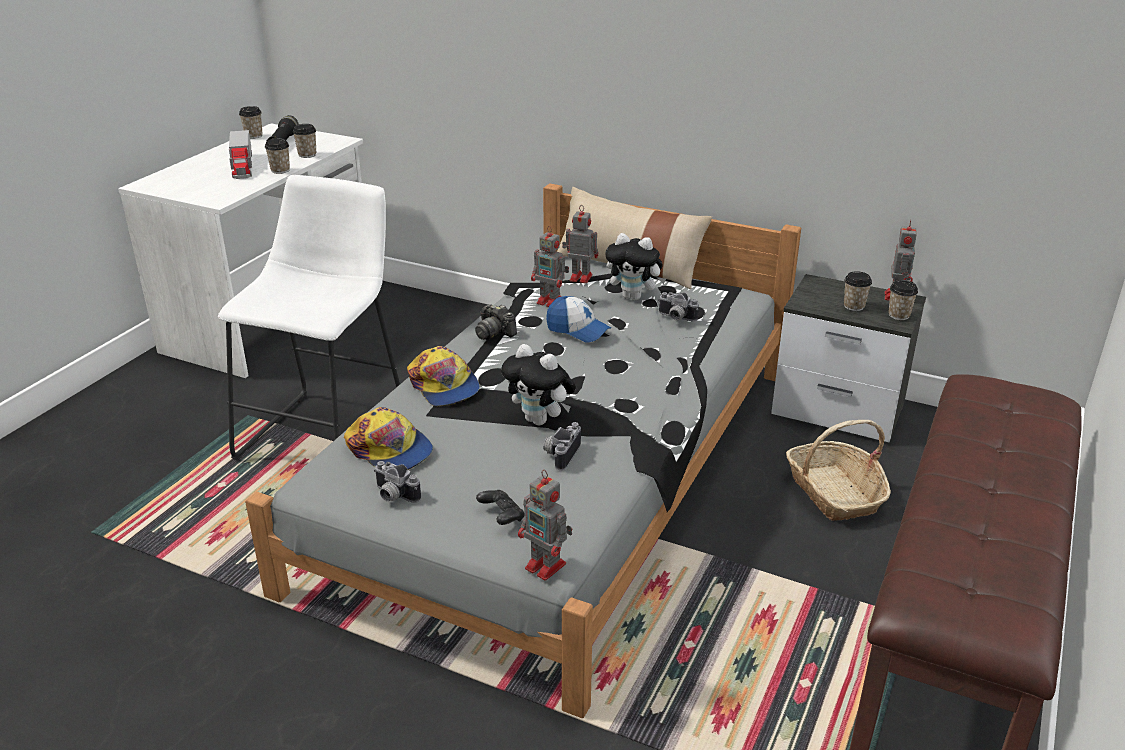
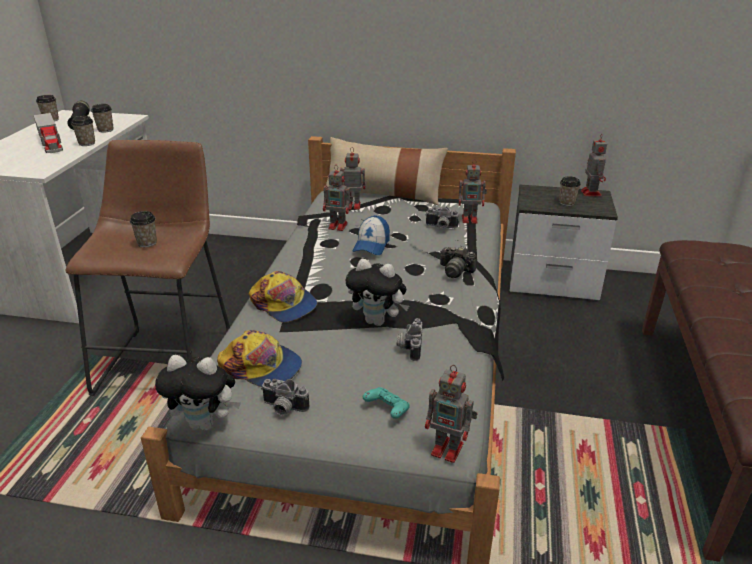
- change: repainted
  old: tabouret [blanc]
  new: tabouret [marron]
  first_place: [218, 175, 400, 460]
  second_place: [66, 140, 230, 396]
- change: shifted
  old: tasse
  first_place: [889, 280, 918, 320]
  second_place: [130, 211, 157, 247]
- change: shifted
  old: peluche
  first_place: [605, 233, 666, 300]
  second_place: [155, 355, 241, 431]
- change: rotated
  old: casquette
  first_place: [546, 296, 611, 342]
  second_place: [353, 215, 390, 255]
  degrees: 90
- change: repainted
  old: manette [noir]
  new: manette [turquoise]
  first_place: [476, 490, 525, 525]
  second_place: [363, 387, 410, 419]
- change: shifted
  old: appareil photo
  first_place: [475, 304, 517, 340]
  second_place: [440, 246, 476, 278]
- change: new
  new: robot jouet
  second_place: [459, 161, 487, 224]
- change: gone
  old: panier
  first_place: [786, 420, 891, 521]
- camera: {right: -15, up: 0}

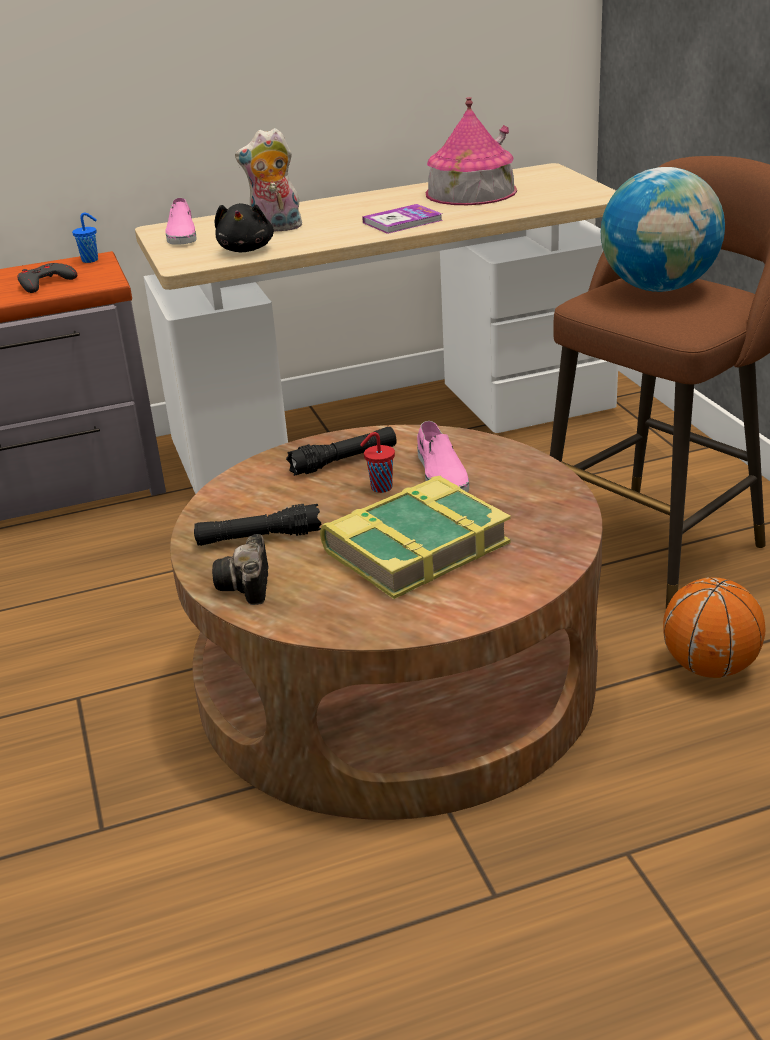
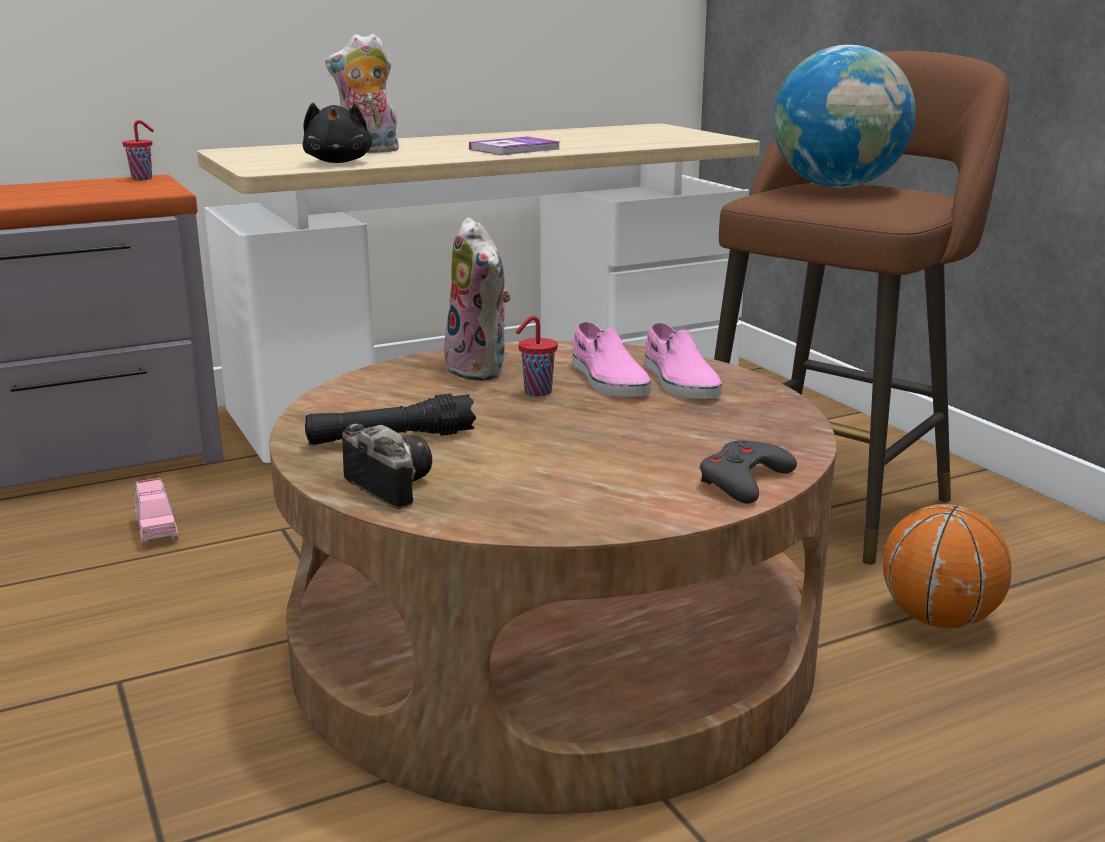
- change: repainted
  old: tasse [bleu]
  new: tasse [rouge]
  first_place: [72, 213, 98, 263]
  second_place: [122, 120, 154, 180]
- change: new
  new: petite voiture [rose]
  second_place: [134, 478, 179, 546]
- change: rotated
  old: appareil photo
  first_place: [212, 534, 269, 605]
  second_place: [342, 424, 432, 509]
  degrees: 150
- change: swapped
  old: lampe de poche [noir]
  new: peluche
  first_place: [286, 427, 397, 476]
  second_place: [444, 217, 511, 381]
- change: shifted
  old: chaussure [rose]
  first_place: [165, 198, 197, 244]
  second_place: [645, 323, 722, 399]
- change: shifted
  old: manette [gris]
  first_place: [17, 263, 77, 293]
  second_place: [700, 440, 797, 504]
- change: gone
  old: livre
  first_place: [320, 476, 511, 599]
- change: gone
  old: maison miniature
  first_place: [426, 97, 517, 205]
- camera: {right: -10, up: -10}

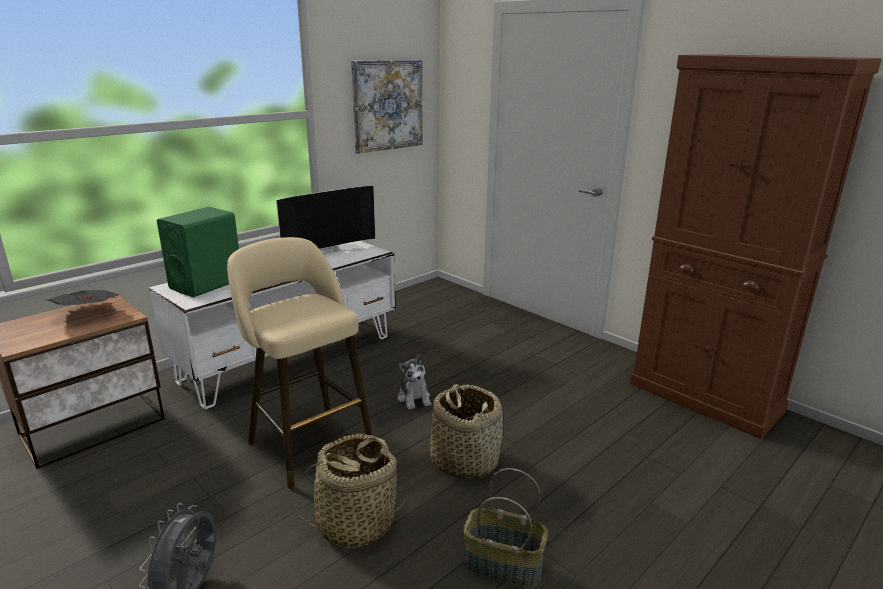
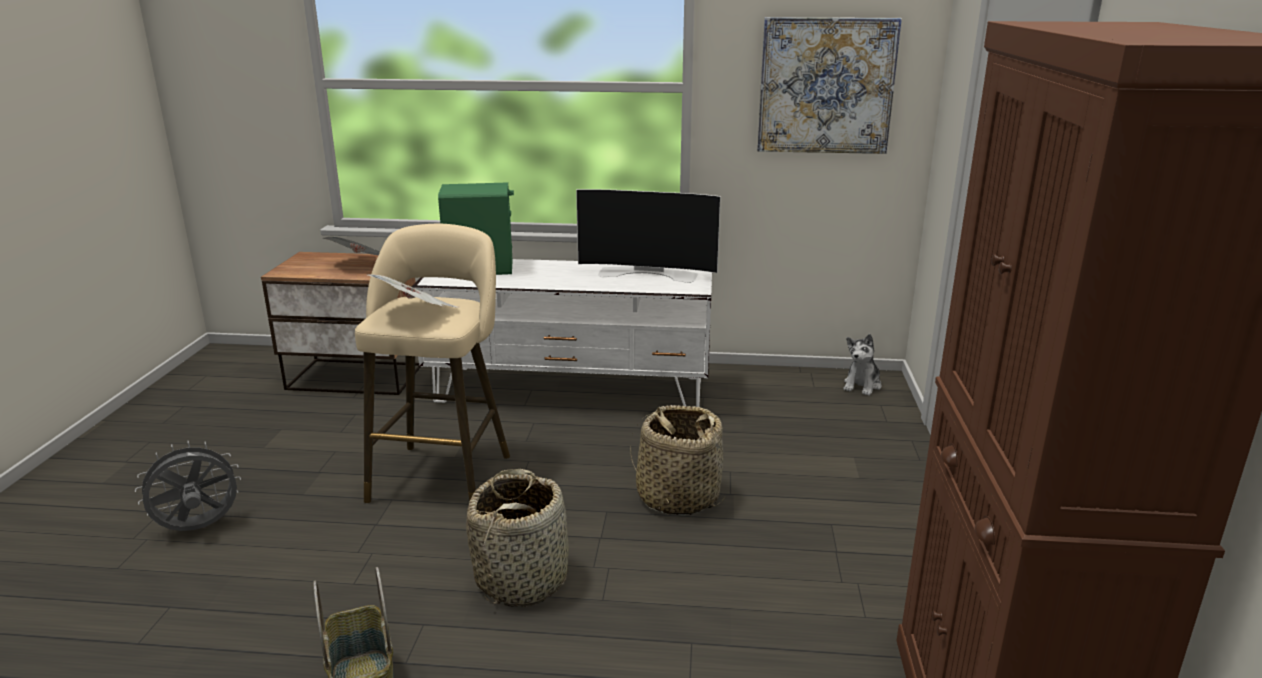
- change: new
  new: journal
  second_place: [368, 274, 457, 307]
- change: shifted
  old: panier
  first_place: [294, 434, 405, 548]
  second_place: [630, 405, 725, 516]
- change: shifted
  old: peluche
  first_place: [398, 354, 431, 410]
  second_place: [844, 334, 882, 396]
- camera: {right: 50, up: 0}

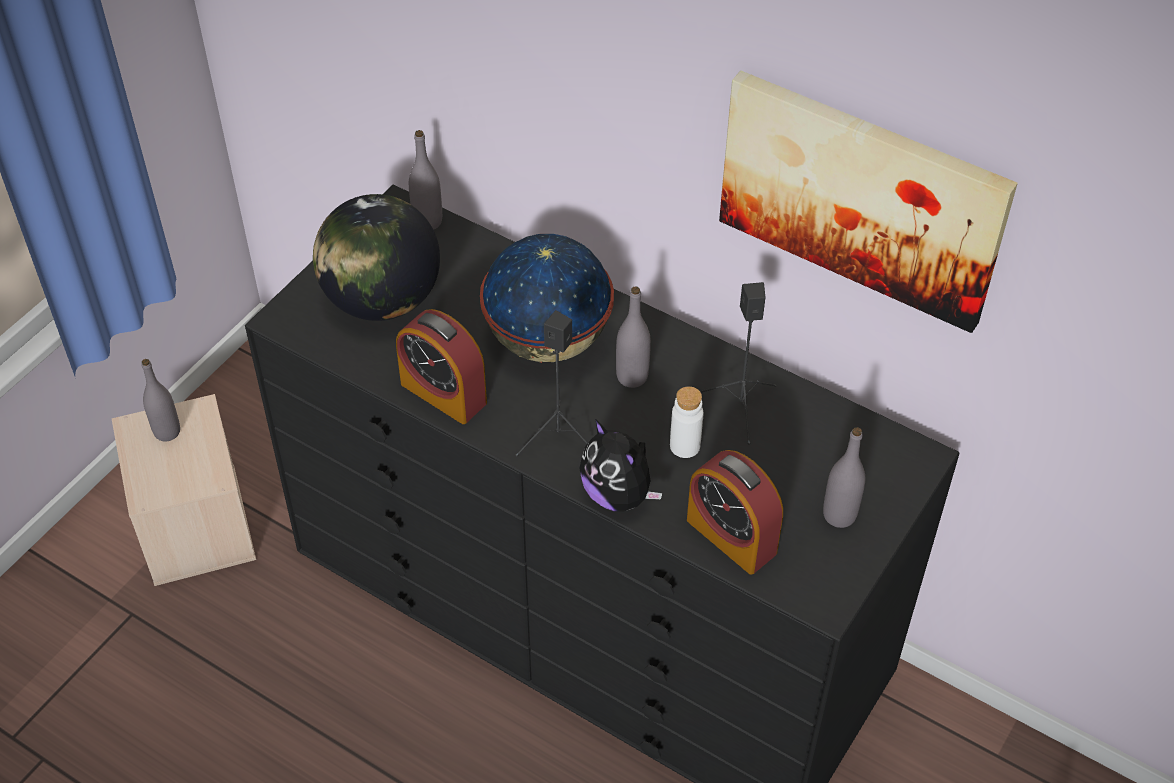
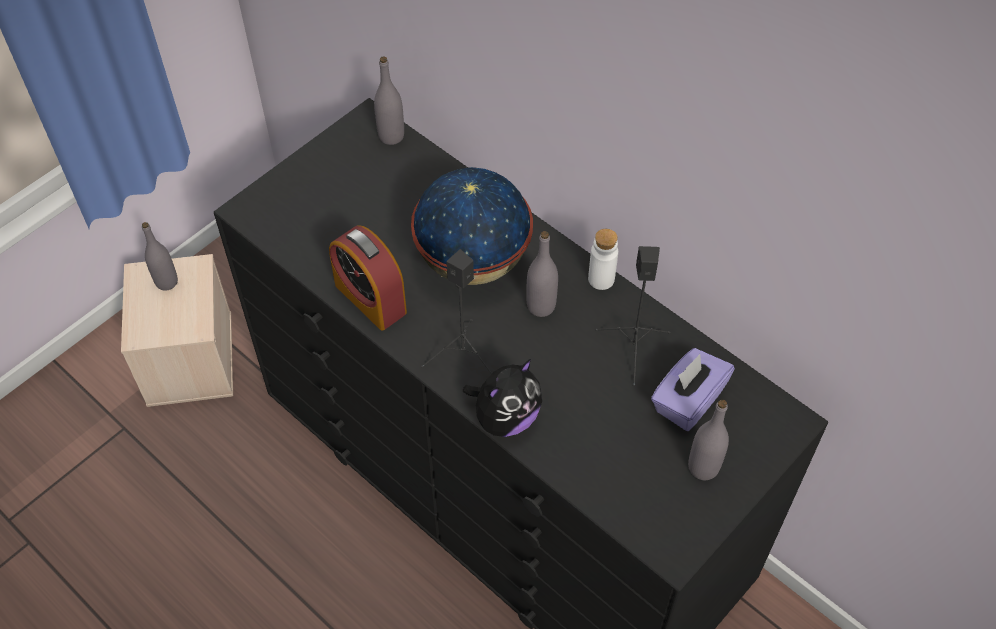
- change: rotated
  old: peluche
  first_place: [579, 419, 662, 512]
  second_place: [463, 359, 542, 437]
  degrees: -105
- change: shifted
  old: bouteille [blanc]
  first_place: [670, 386, 703, 458]
  second_place: [588, 229, 618, 290]
- change: new
  new: boîte à mouchoirs [violet]
  second_place: [651, 348, 735, 431]
- change: gone
  old: globe
  first_place: [313, 194, 440, 321]
- change: gone
  old: réveil
  first_place: [687, 450, 783, 575]
- change: gone
  old: tableau
  first_place: [719, 71, 1018, 333]
- camera: {right: 10, up: 5}

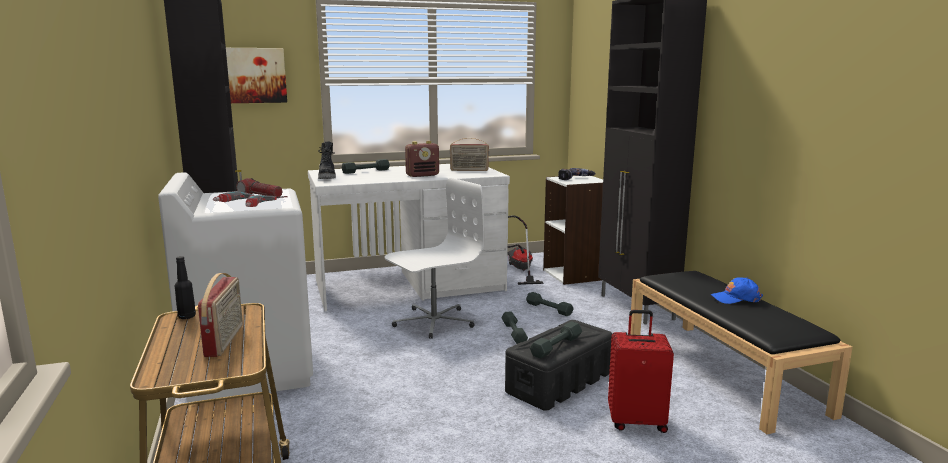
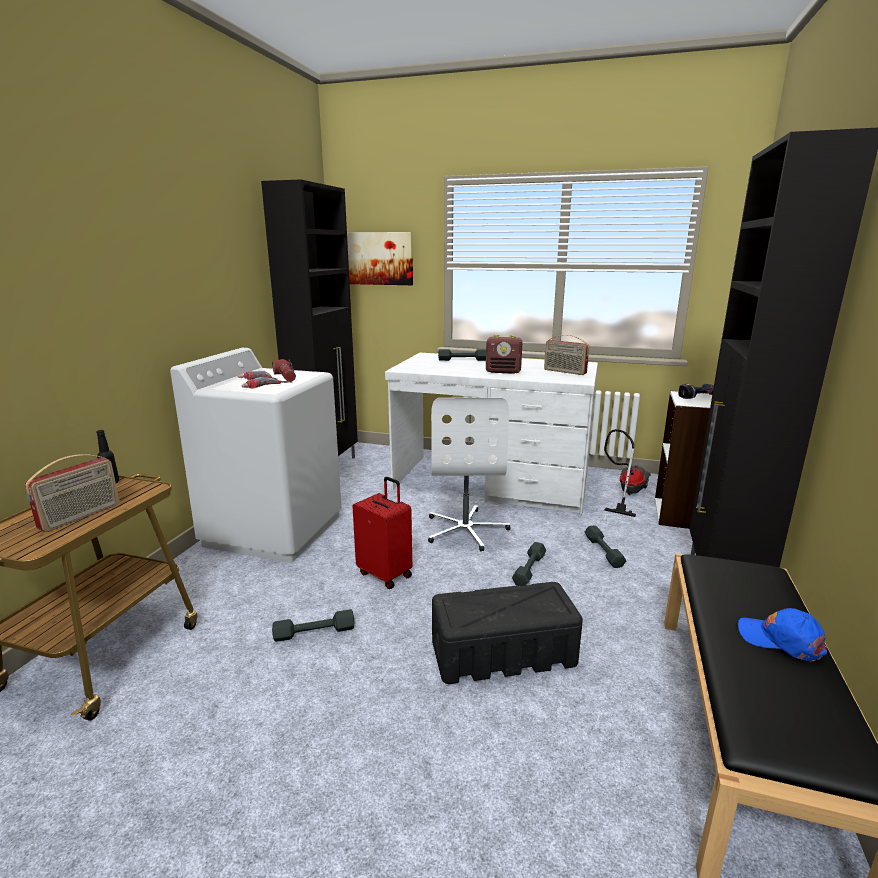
- change: shifted
  old: haltère [gris]
  first_place: [530, 321, 582, 358]
  second_place: [272, 609, 354, 642]
- change: shifted
  old: valise [rouge]
  first_place: [608, 310, 674, 433]
  second_place: [353, 477, 412, 589]
- change: rotated
  old: chaise de bureau [blanc]
  first_place: [385, 178, 485, 339]
  second_place: [428, 398, 511, 551]
  degrees: 90
- change: gone
  old: botte [noir]
  first_place: [318, 141, 336, 179]
- camera: {right: 35, up: 5}

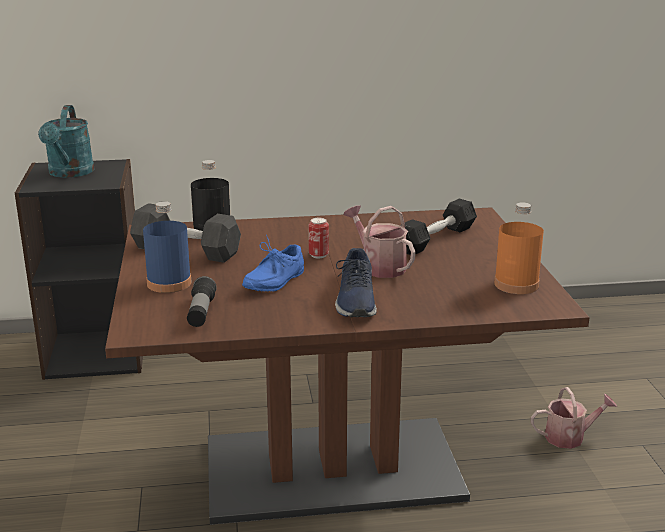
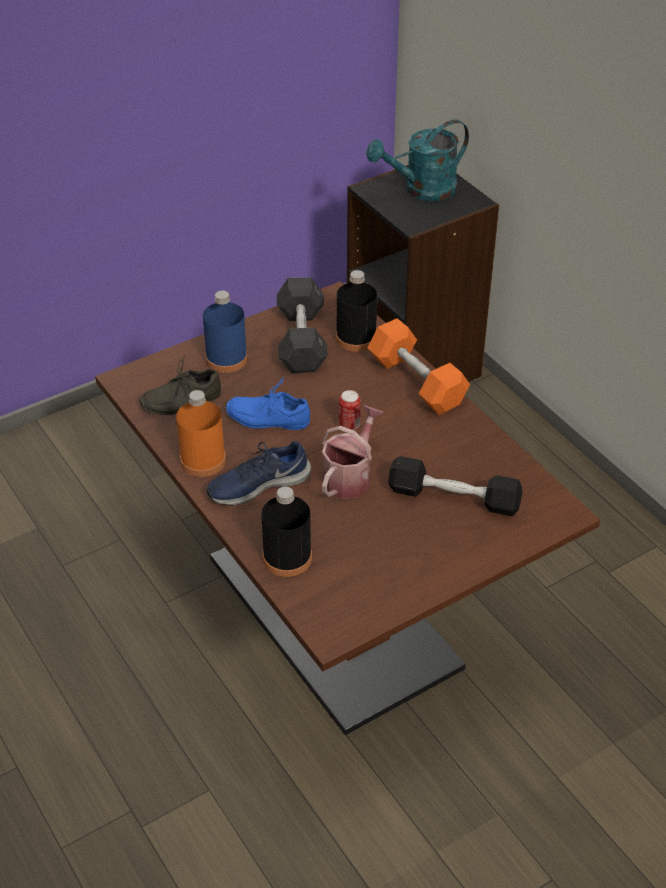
- change: swapped
  old: lampe de poche
  new: chaussure [gris]
  first_place: [187, 276, 217, 327]
  second_place: [139, 355, 221, 415]
- change: shifted
  old: bouteille [orange]
  first_place: [494, 203, 544, 294]
  second_place: [176, 390, 226, 477]
- change: new
  new: bouteille [noir]
  second_place: [261, 487, 312, 577]
- change: new
  new: haltère [orange]
  second_place: [367, 318, 470, 415]
- change: gone
  old: arrosoir
  first_place: [531, 387, 617, 449]
- camera: {right: 65, up: 20}

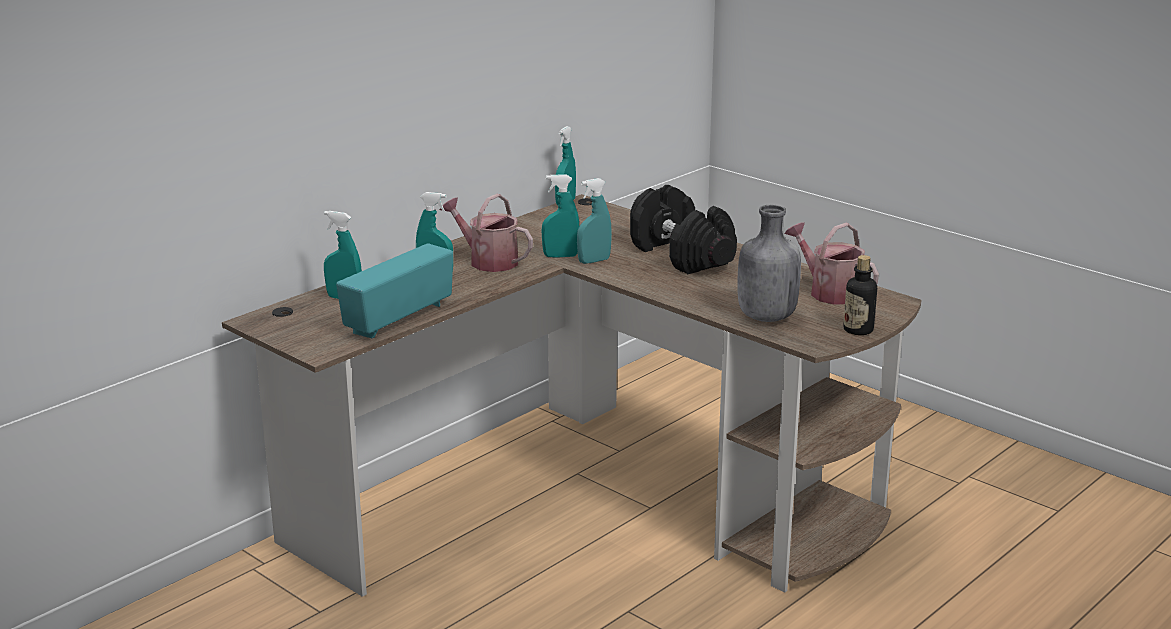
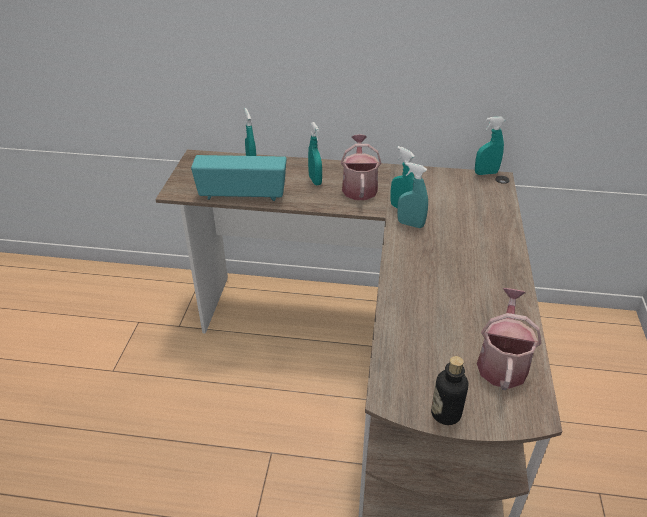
- change: gone
  old: haltère [noir]
  first_place: [630, 185, 737, 274]
- change: gone
  old: bouteille [gris]
  first_place: [738, 205, 801, 322]
- camera: {right: 55, up: 15}

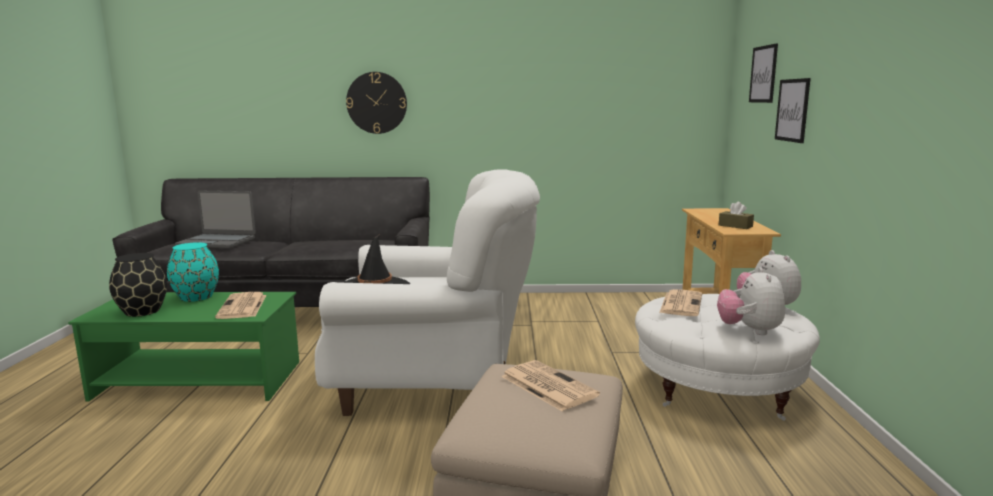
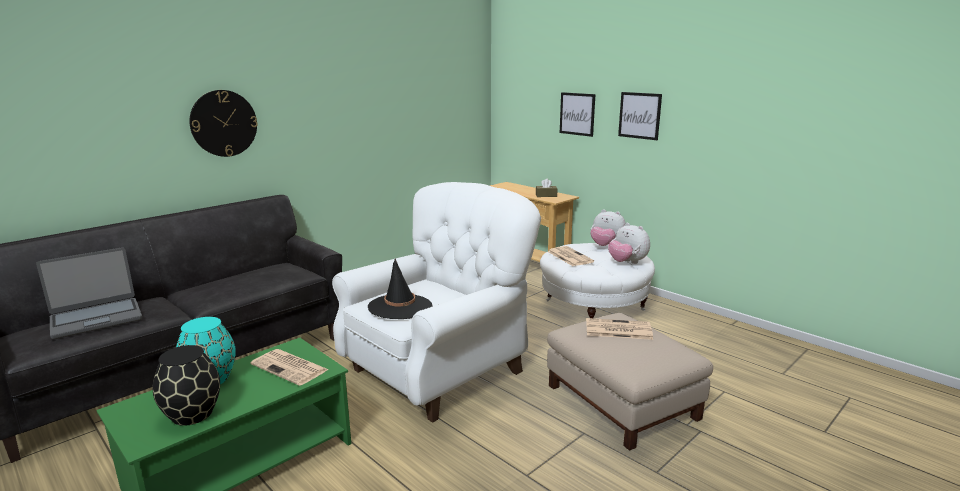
- change: shifted
  old: tableau
  first_place: [749, 43, 778, 103]
  second_place: [618, 92, 662, 140]
- camera: {right: -45, up: 5}

